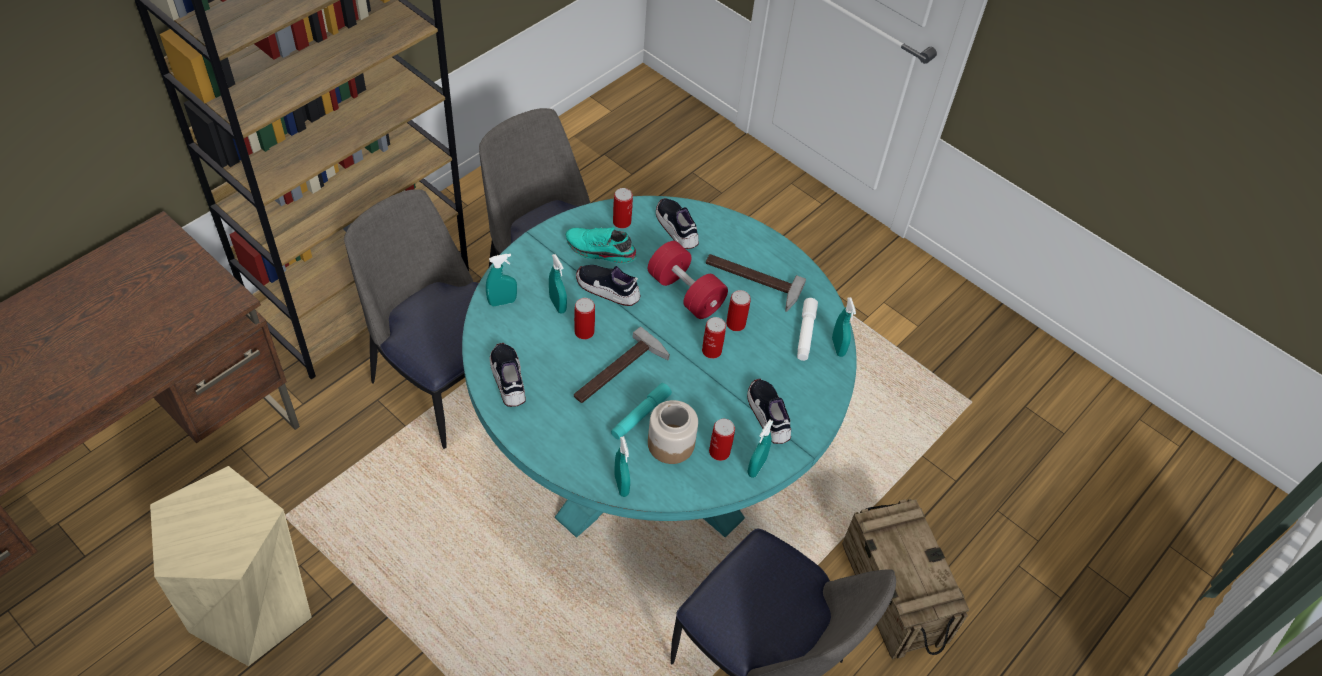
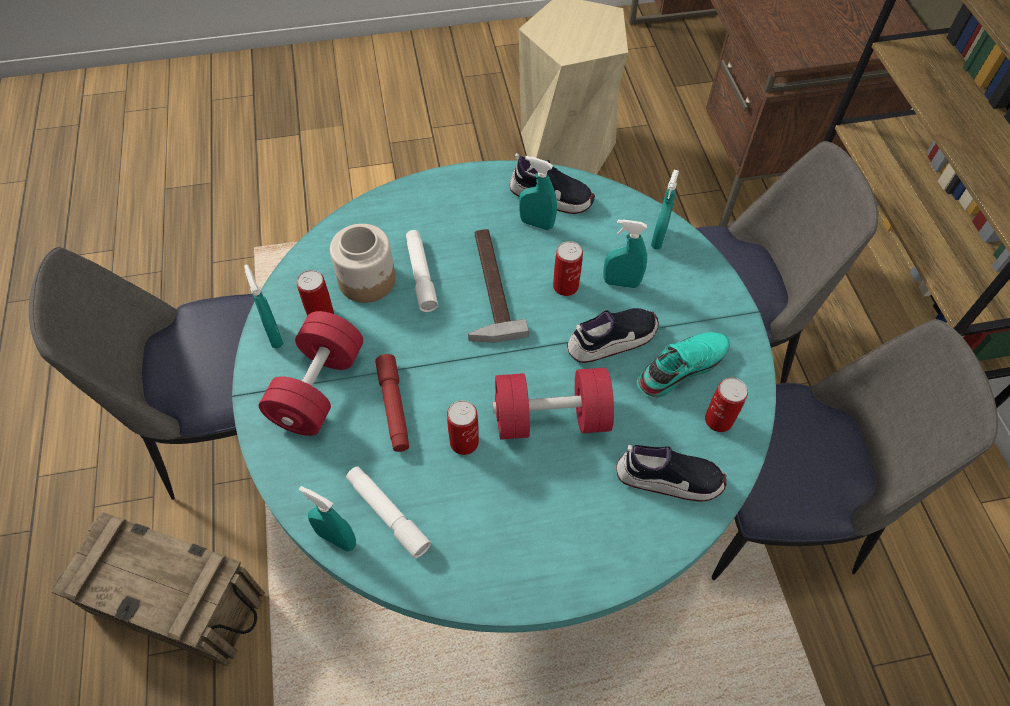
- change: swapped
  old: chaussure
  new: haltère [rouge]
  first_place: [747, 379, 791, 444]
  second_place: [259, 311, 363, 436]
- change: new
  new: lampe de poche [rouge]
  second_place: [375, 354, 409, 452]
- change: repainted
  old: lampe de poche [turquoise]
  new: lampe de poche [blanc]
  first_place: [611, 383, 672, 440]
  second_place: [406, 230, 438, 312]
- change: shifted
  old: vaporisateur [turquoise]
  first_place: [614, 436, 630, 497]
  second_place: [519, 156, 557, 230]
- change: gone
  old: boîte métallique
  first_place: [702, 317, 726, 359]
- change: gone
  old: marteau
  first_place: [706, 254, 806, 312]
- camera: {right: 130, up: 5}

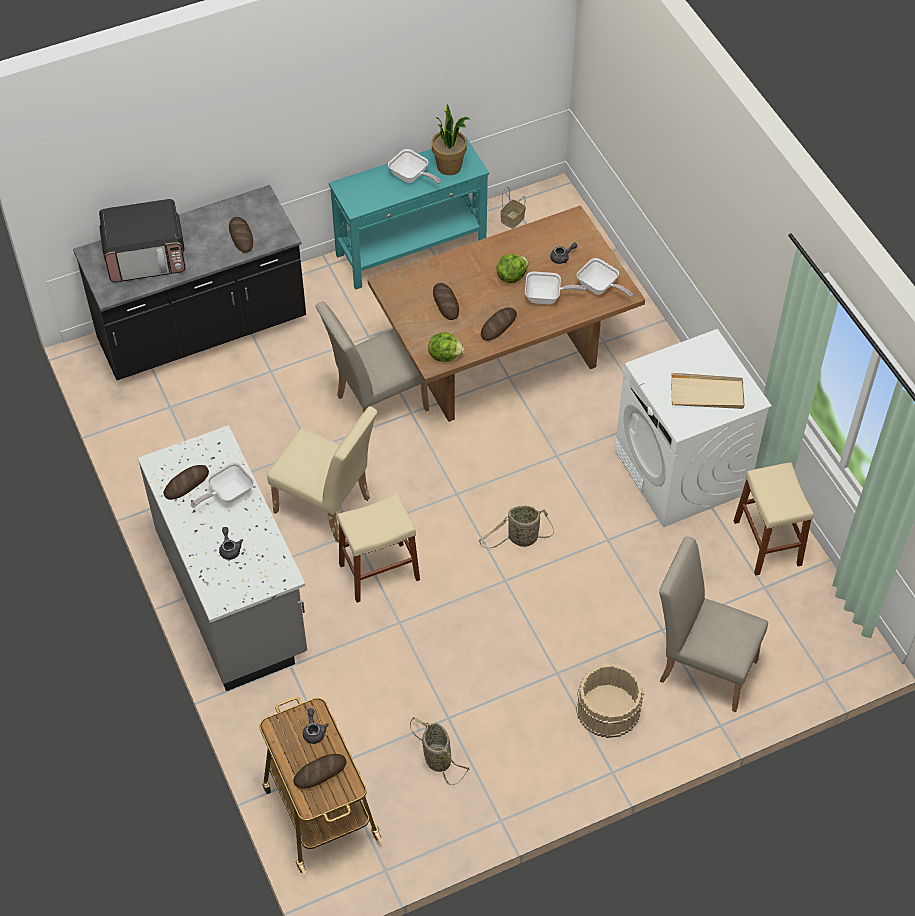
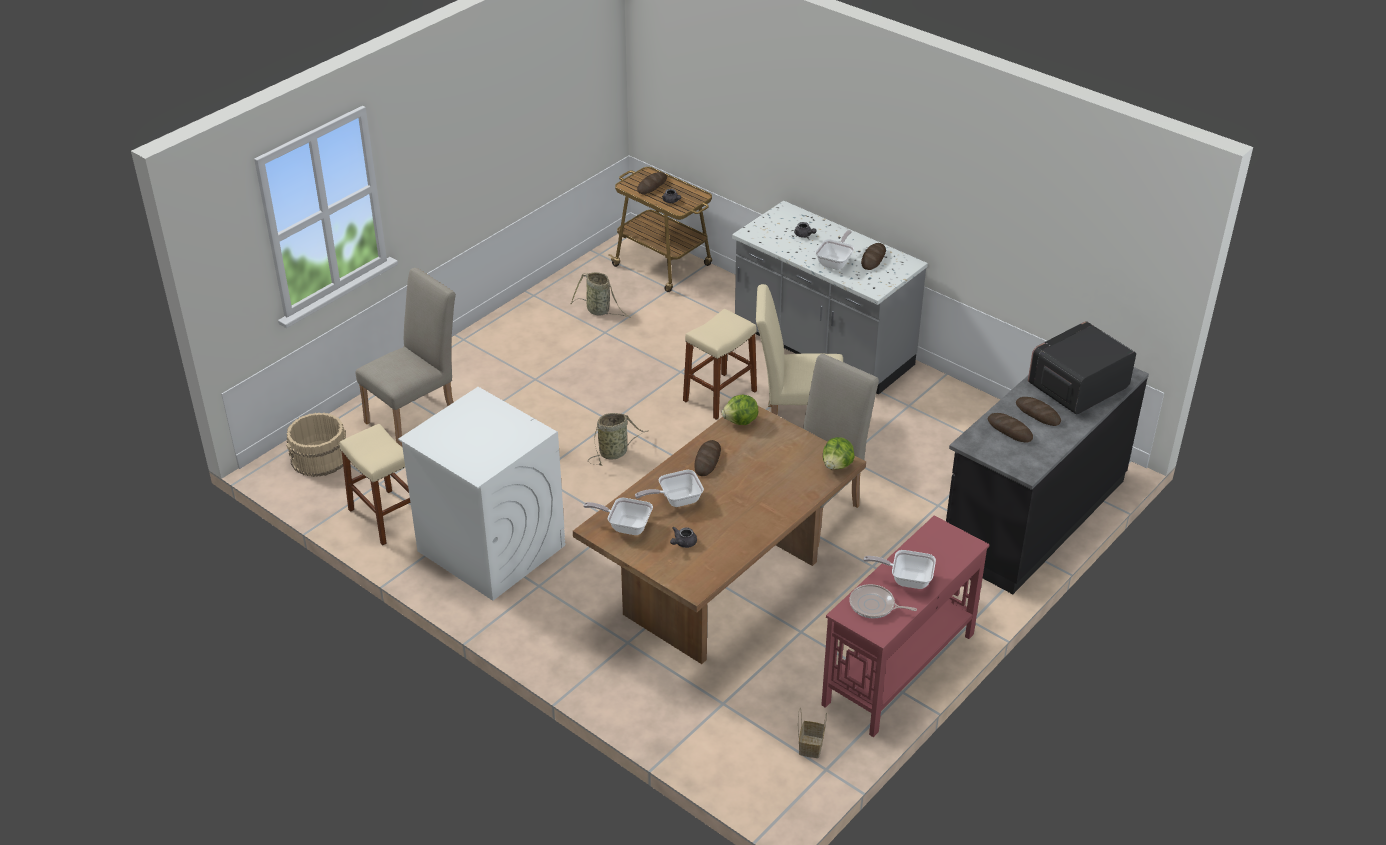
- change: shifted
  old: seau [beige]
  first_place: [576, 664, 644, 738]
  second_place: [286, 413, 346, 477]
- change: rotated
  old: chaise [beige]
  first_place: [659, 537, 768, 712]
  second_place: [355, 268, 456, 447]
  degrees: -45
- change: repainted
  old: table console [turquoise]
  new: table console [rouge]
  first_place: [329, 138, 489, 290]
  second_place: [821, 515, 990, 737]
- change: shifted
  old: laitue
  first_place: [496, 254, 529, 283]
  second_place: [823, 437, 854, 469]
- change: swapped
  old: plante en pot
  new: poêle
  first_place: [432, 104, 470, 175]
  second_place: [849, 584, 917, 618]
- change: shifted
  old: pain
  first_place: [433, 283, 459, 320]
  second_place: [1016, 397, 1061, 426]
- change: gone
  old: plateau [beige]
  first_place: [671, 373, 744, 409]
- camera: {right: 155, up: -15}

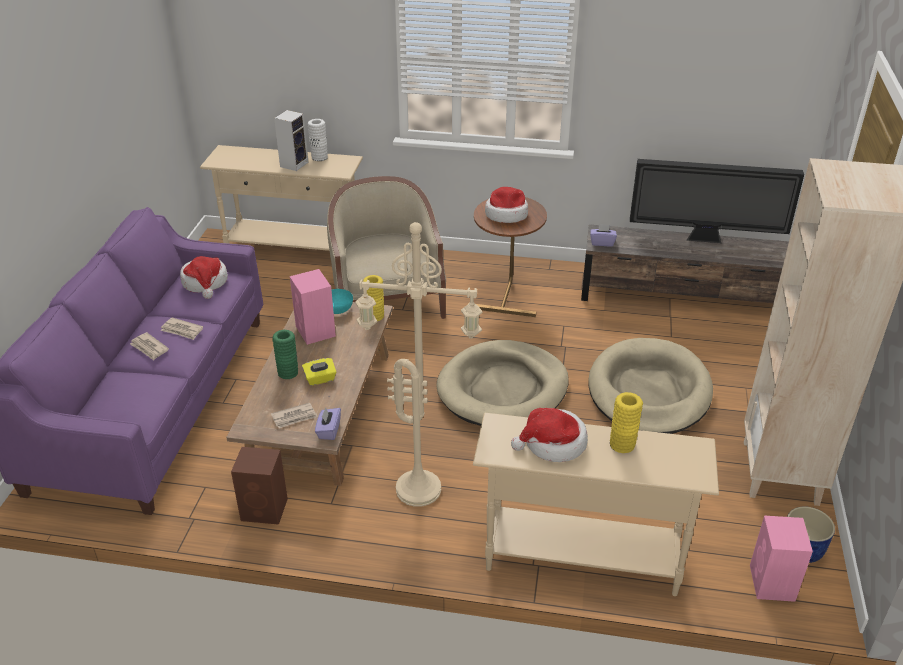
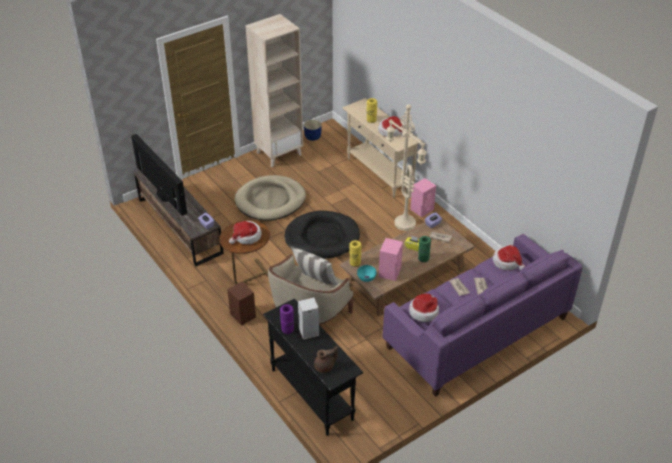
- change: shifted
  old: enceinte [marron]
  first_place: [231, 447, 288, 525]
  second_place: [227, 281, 256, 326]
- change: repainted
  old: table console [beige]
  new: table console [noir]
  first_place: [200, 145, 363, 251]
  second_place: [263, 298, 363, 436]
- change: repainted
  old: vase [blanc]
  new: vase [violet]
  first_place: [308, 119, 328, 161]
  second_place: [280, 304, 294, 334]
- change: repainted
  old: panier pour chien [beige]
  new: panier pour chien [noir]
  first_place: [436, 340, 569, 426]
  second_place: [284, 211, 360, 259]
- change: new
  new: coussin
  second_place: [291, 246, 339, 285]
- change: new
  new: théière [marron]
  second_place: [314, 346, 338, 373]
- change: shifted
  old: enceinte [rose]
  first_place: [750, 516, 813, 602]
  second_place: [411, 178, 436, 217]
- change: new
  new: chapeau
  second_place: [493, 245, 525, 270]
- camera: {right: -135, up: 5}

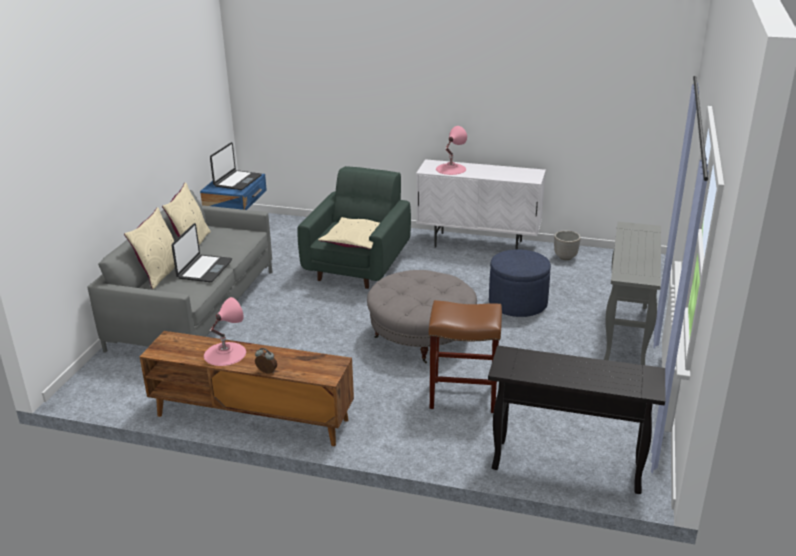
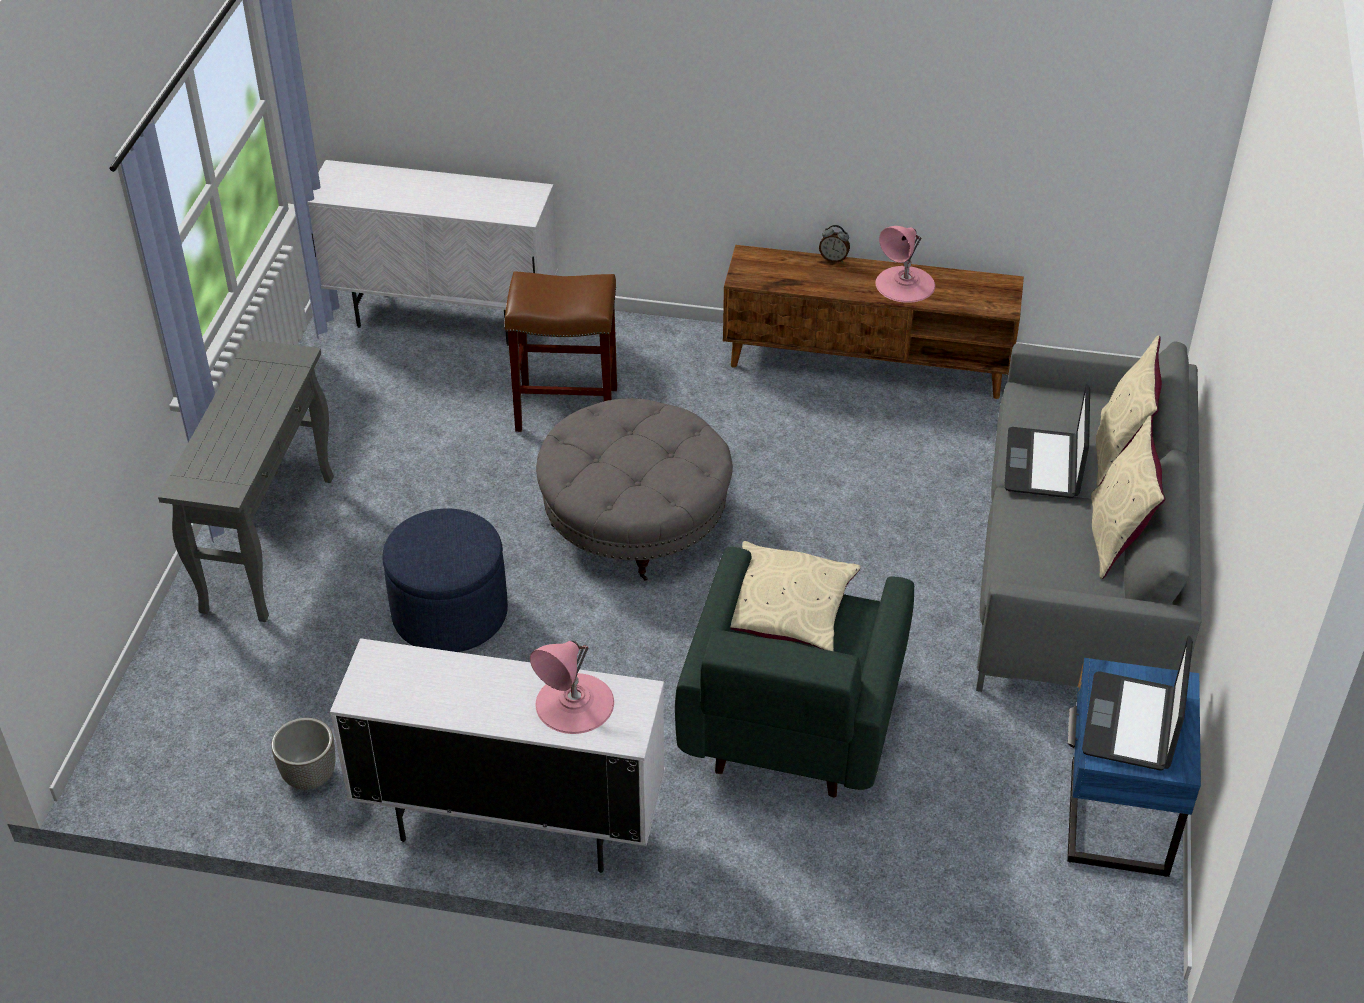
- change: swapped
  old: table console [noir]
  new: meuble de rangement [blanc]
  first_place: [488, 345, 665, 494]
  second_place: [307, 160, 558, 346]
- camera: {right: 175, up: 15}

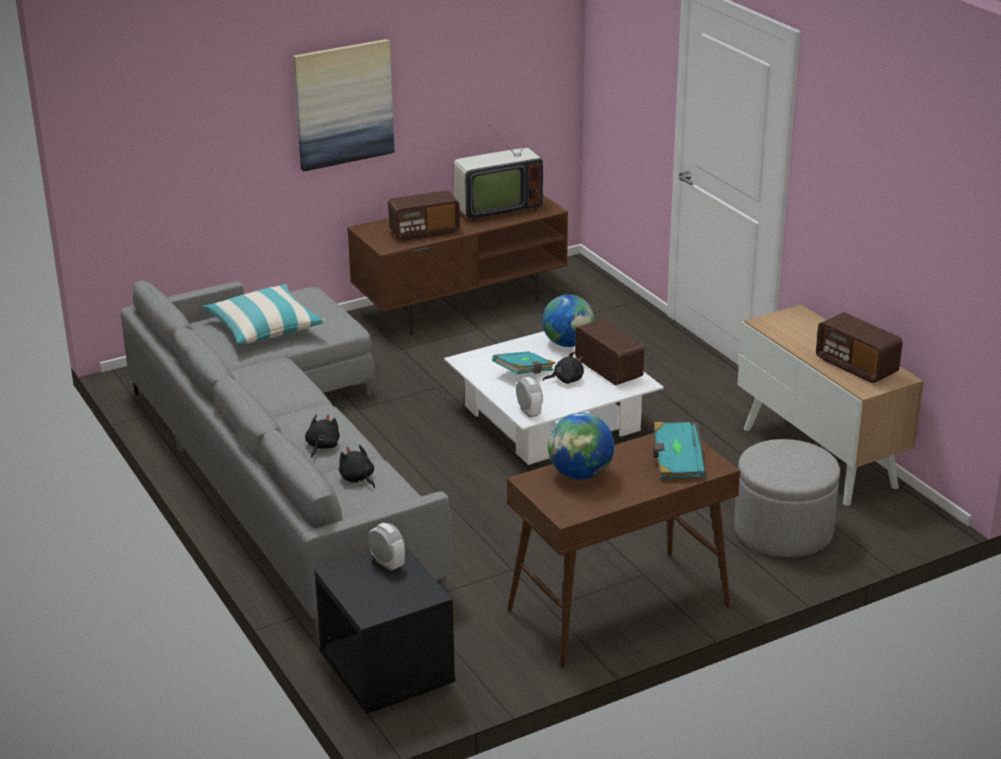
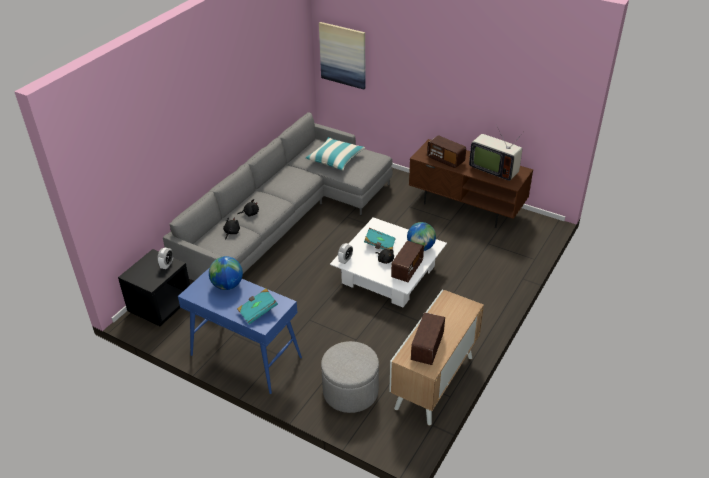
- change: repainted
  old: table console [marron]
  new: table console [bleu]
  first_place: [507, 433, 740, 669]
  second_place: [178, 267, 302, 394]
- change: shifted
  old: tableau
  first_place: [293, 39, 394, 172]
  second_place: [319, 22, 365, 90]
- camera: {right: 60, up: 10}

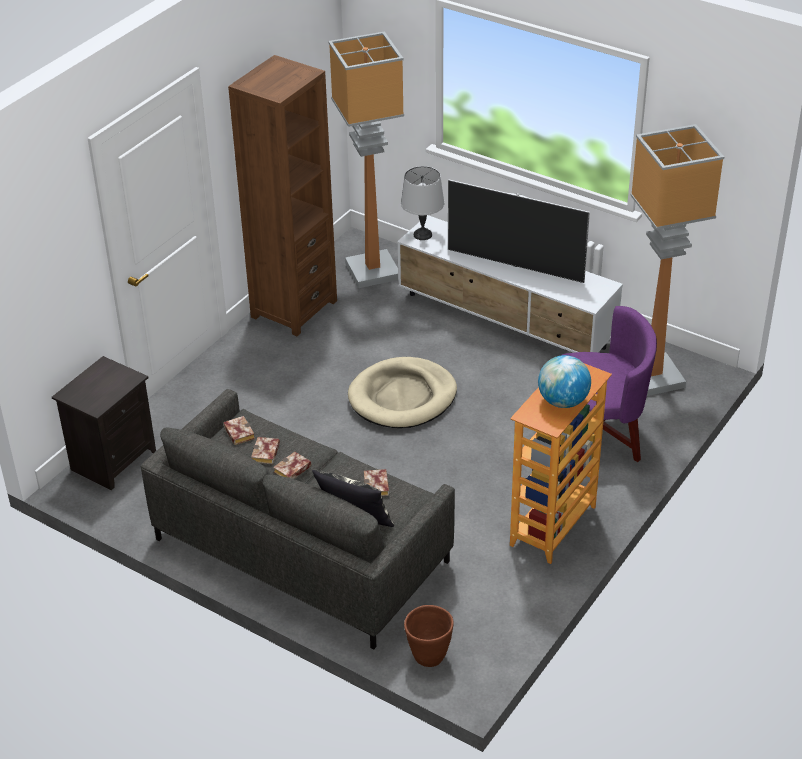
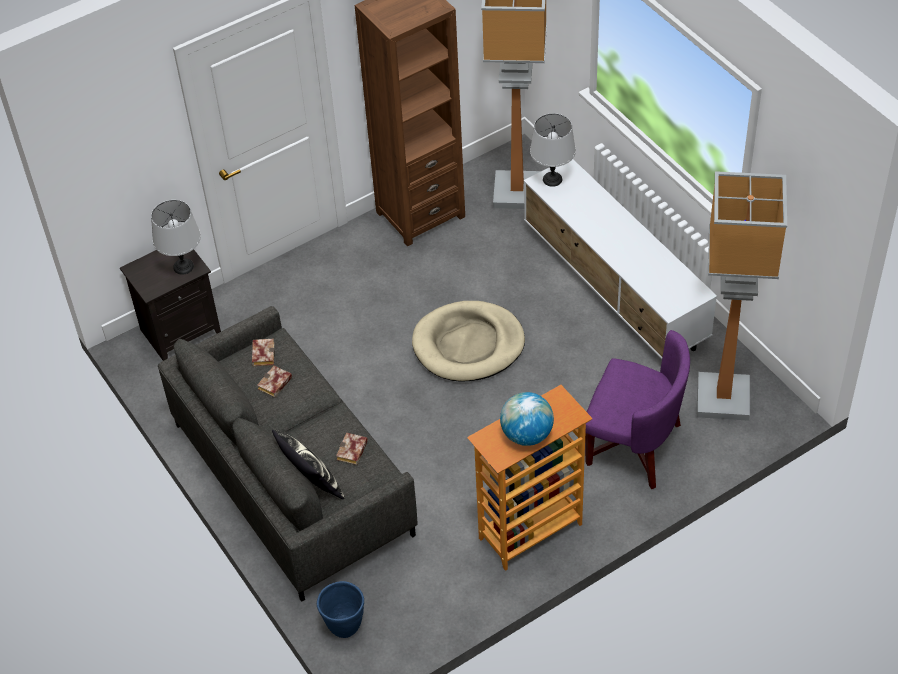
- change: new
  new: lampe de table [gris]
  second_place: [151, 200, 201, 275]
- change: repainted
  old: cache-pot [marron]
  new: cache-pot [bleu]
  first_place: [404, 605, 454, 667]
  second_place: [317, 581, 364, 638]
- change: gone
  old: livre
  first_place: [273, 452, 311, 479]
- change: gone
  old: téléviseur
  first_place: [448, 180, 590, 283]
- camera: {right: 25, up: 10}

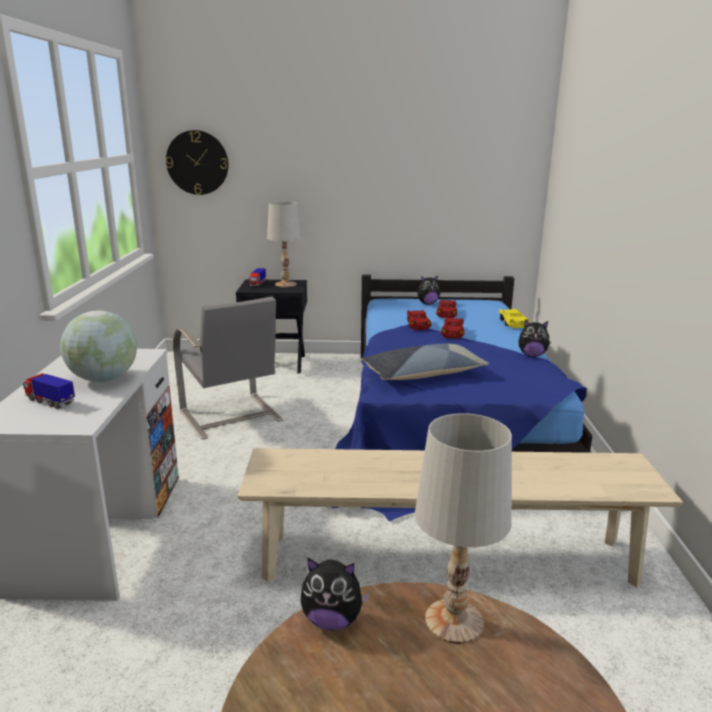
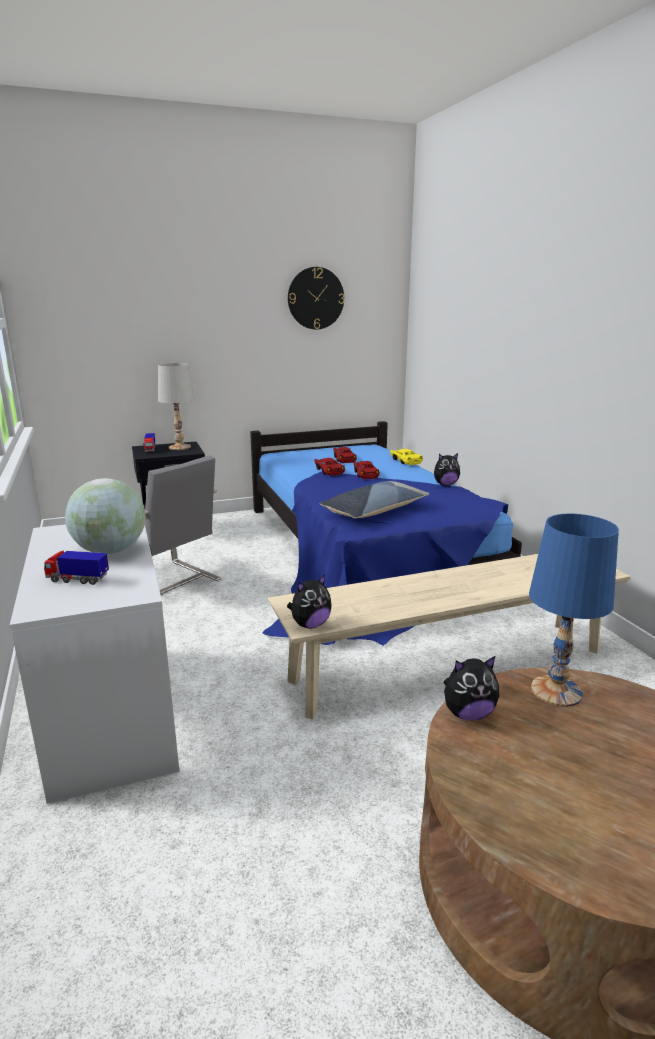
- change: shifted
  old: peluche
  first_place: [417, 275, 440, 304]
  second_place: [287, 575, 332, 629]
- change: shifted
  old: horloge murale
  first_place: [166, 130, 228, 195]
  second_place: [288, 267, 345, 330]
- change: repainted
  old: lampe de table [blanc]
  new: lampe de table [bleu]
  first_place: [415, 413, 512, 644]
  second_place: [529, 514, 619, 707]
- camera: {right: -20, up: 0}

